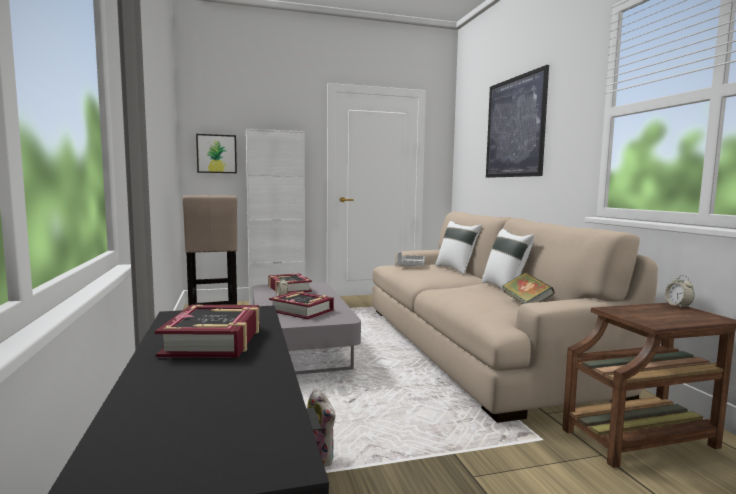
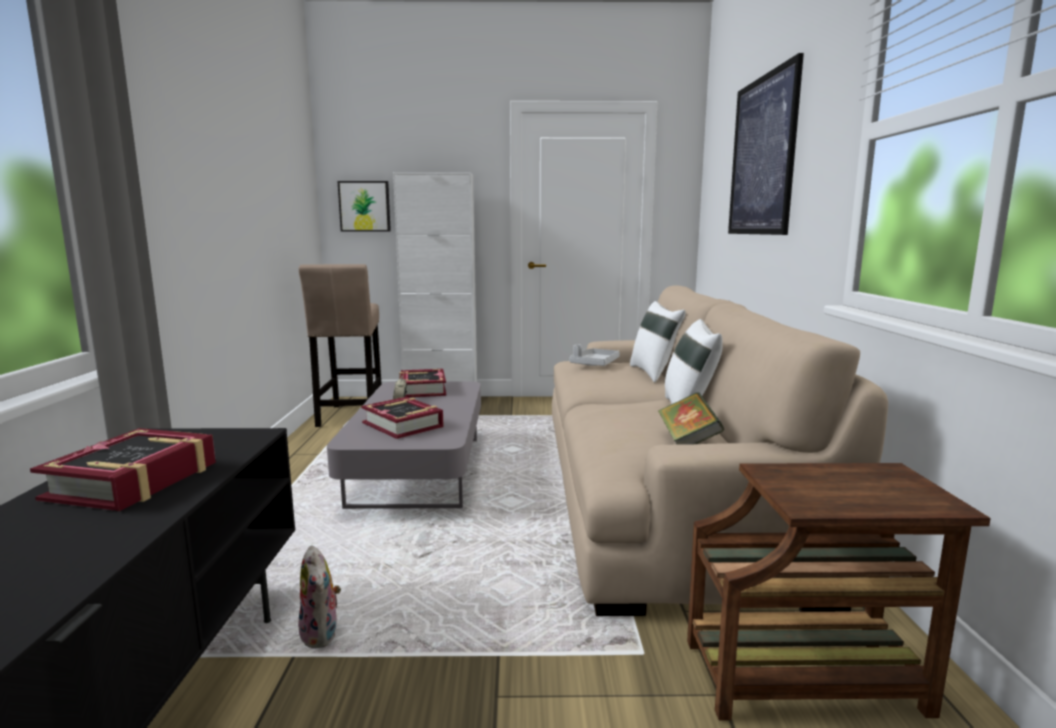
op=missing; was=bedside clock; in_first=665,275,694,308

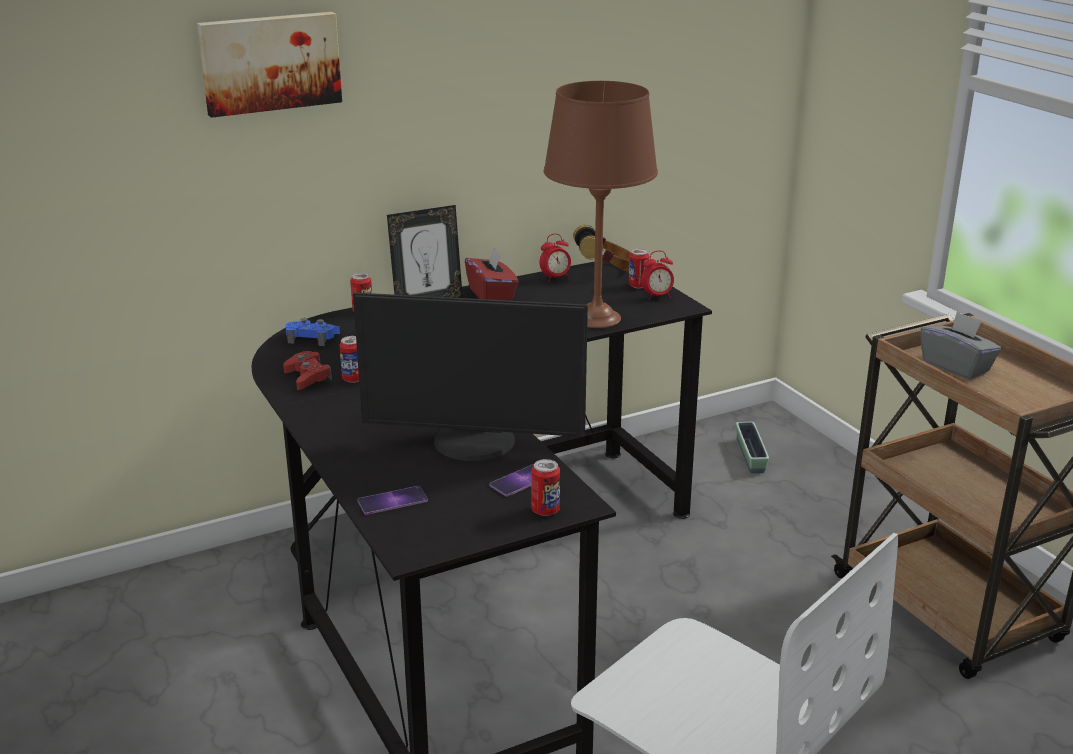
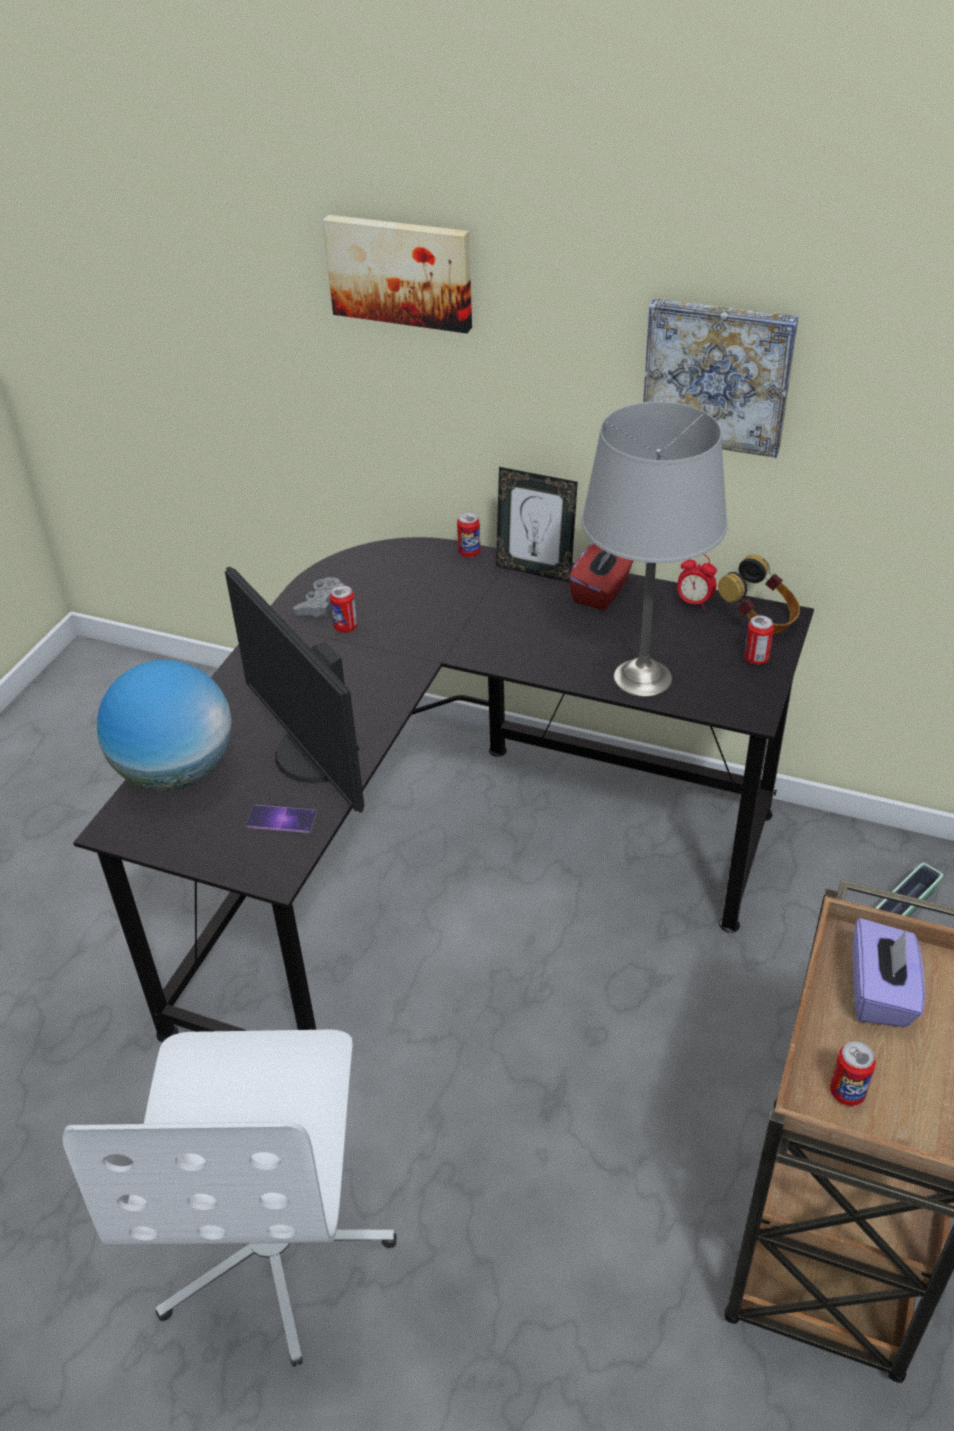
op=exchanged; was=telephone; now=desk globe; in_first=358,486,428,515; in_second=97,660,232,792
op=colour; was=gamepad (red); now=gamepad (grey); in_first=283,351,332,390; in_second=293,577,344,620
op=colour; was=table lamp (brown); now=table lamp (grey); in_first=544,81,658,328; in_second=581,402,728,697
op=appeared; now=wall art; in_second=643,298,798,458
op=relocated; was=sealed can; in_first=532,459,560,516; in_second=830,1042,876,1106
op=colour; was=tissue box (grey); now=tissue box (purple); in_first=920,311,1002,380; in_second=853,918,925,1027
op=missing; was=gamepad (blue); in_first=286,318,340,346
op=missing; was=bedside clock; in_first=641,251,674,300

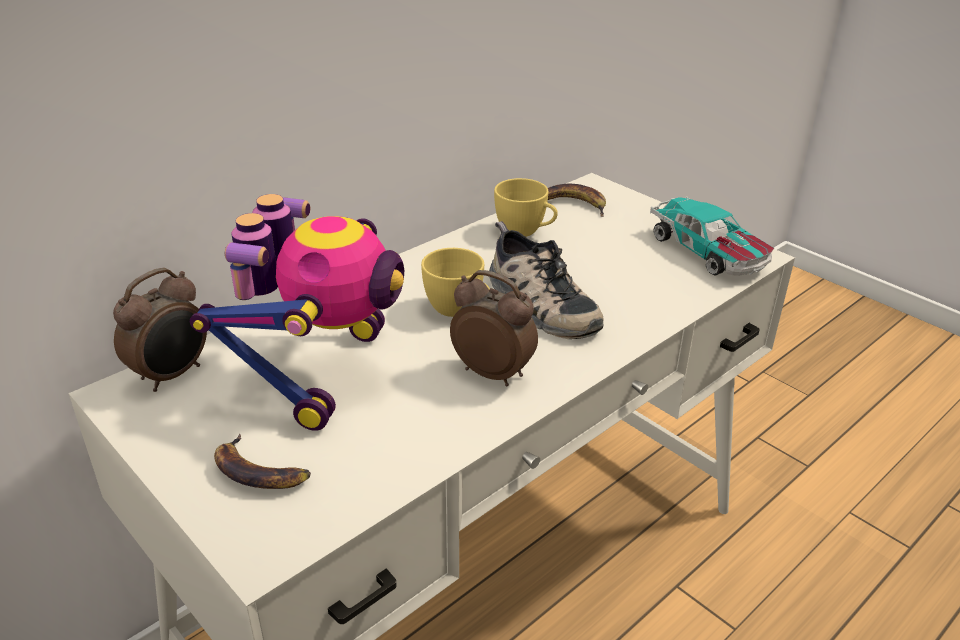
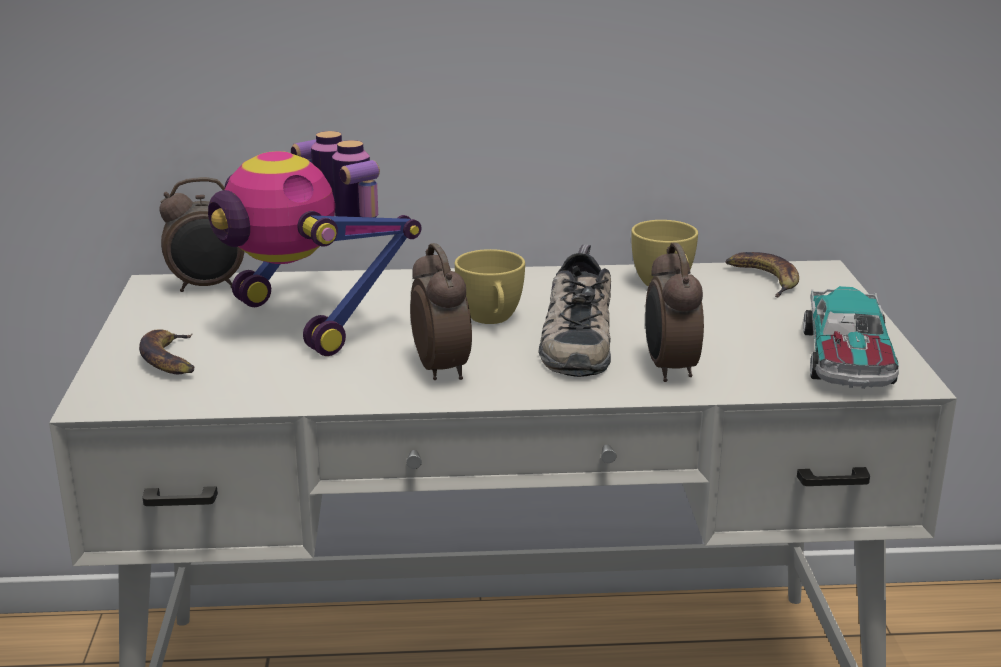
op=spun; was=model robot; in_first=190,194,404,431; in_second=208,131,421,356; clockwise=90
op=appeared; now=bedside clock; in_second=645,243,704,382

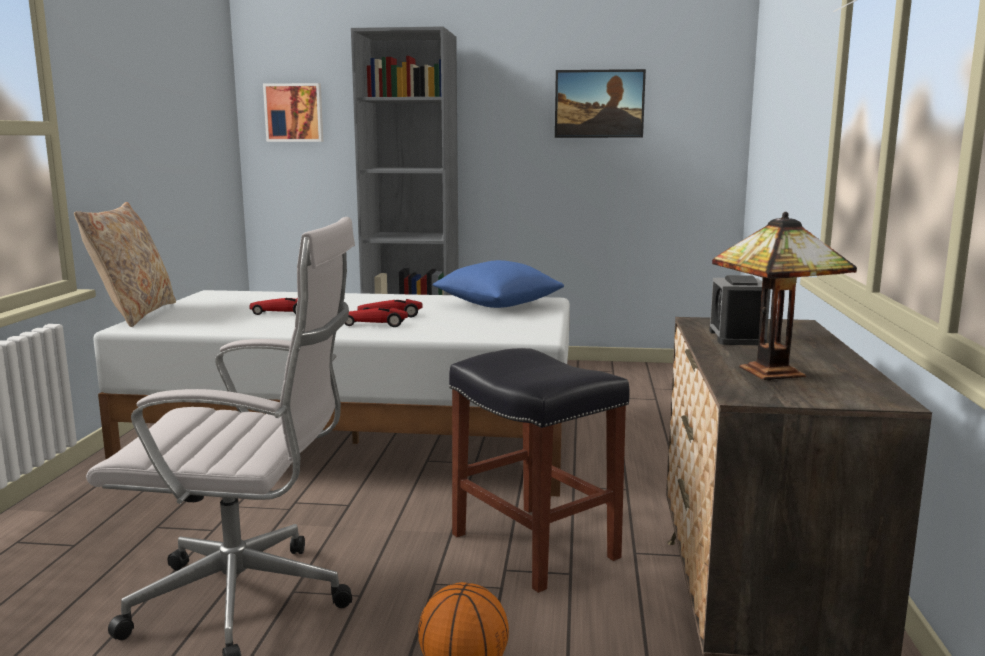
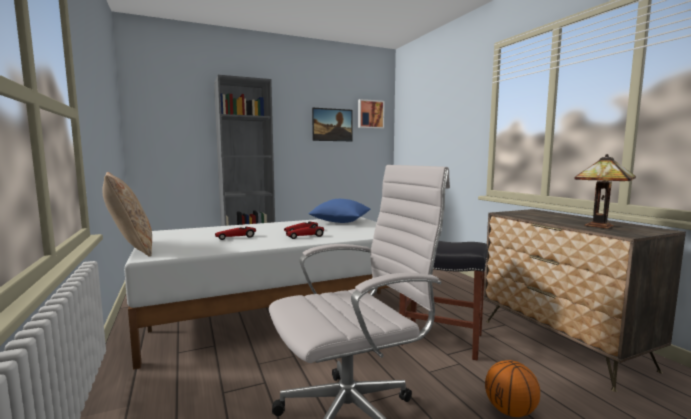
op=relocated; was=wall art; in_first=263,83,323,142; in_second=358,99,385,129
op=missing; was=bedside clock; in_first=709,275,771,345

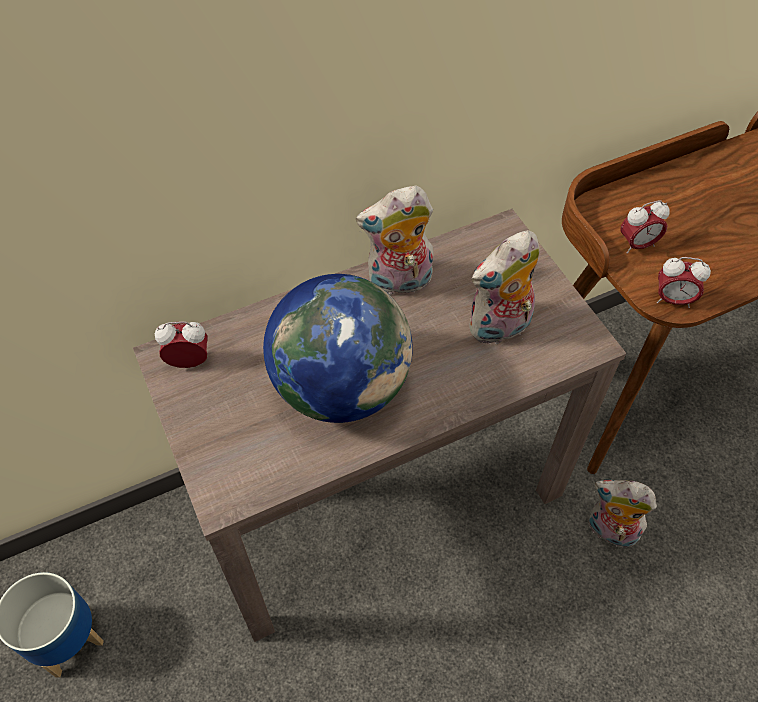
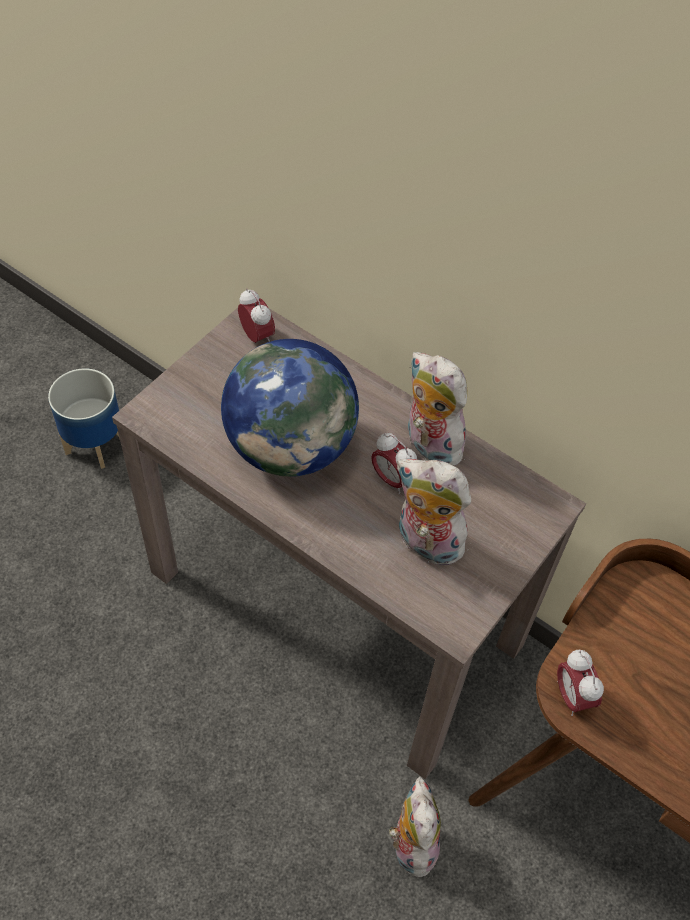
op=relocated; was=bedside clock; in_first=620,200,670,254; in_second=371,433,417,494

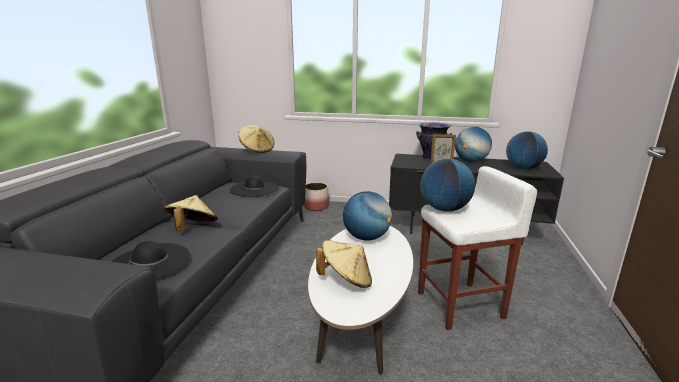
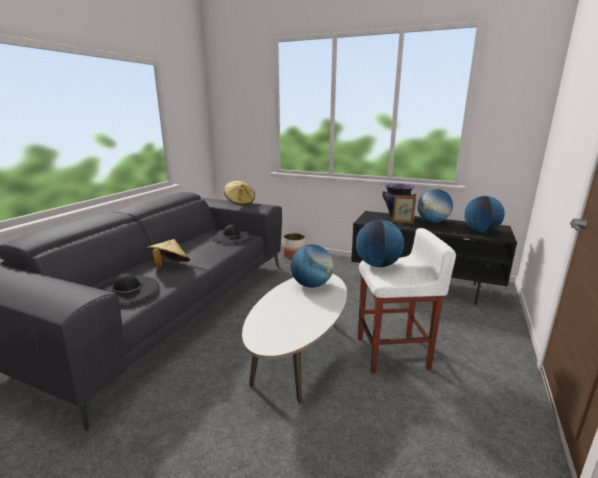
op=missing; was=wearable hat (beige-coloured); in_first=316,240,372,288

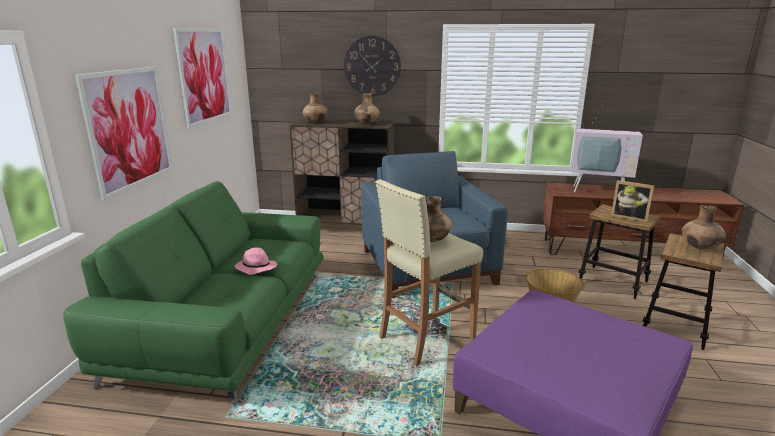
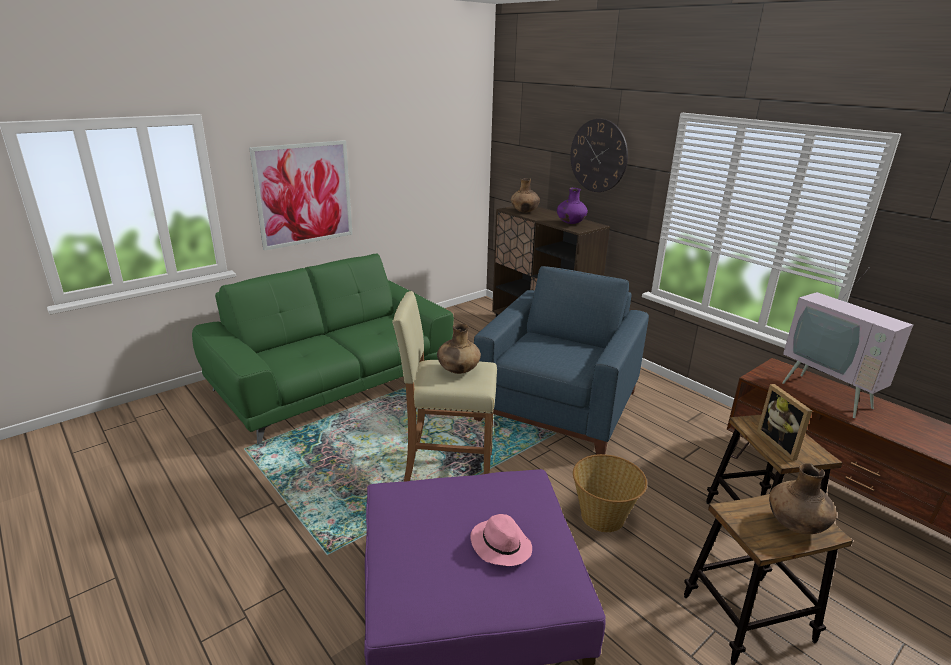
op=relocated; was=wearable hat (pinkish); in_first=235,248,278,275; in_second=470,514,532,566
op=colour; was=decorative vase (brown); now=decorative vase (purple); in_first=354,93,380,124; in_second=557,188,588,224
op=missing; was=wall art; in_first=173,28,232,128

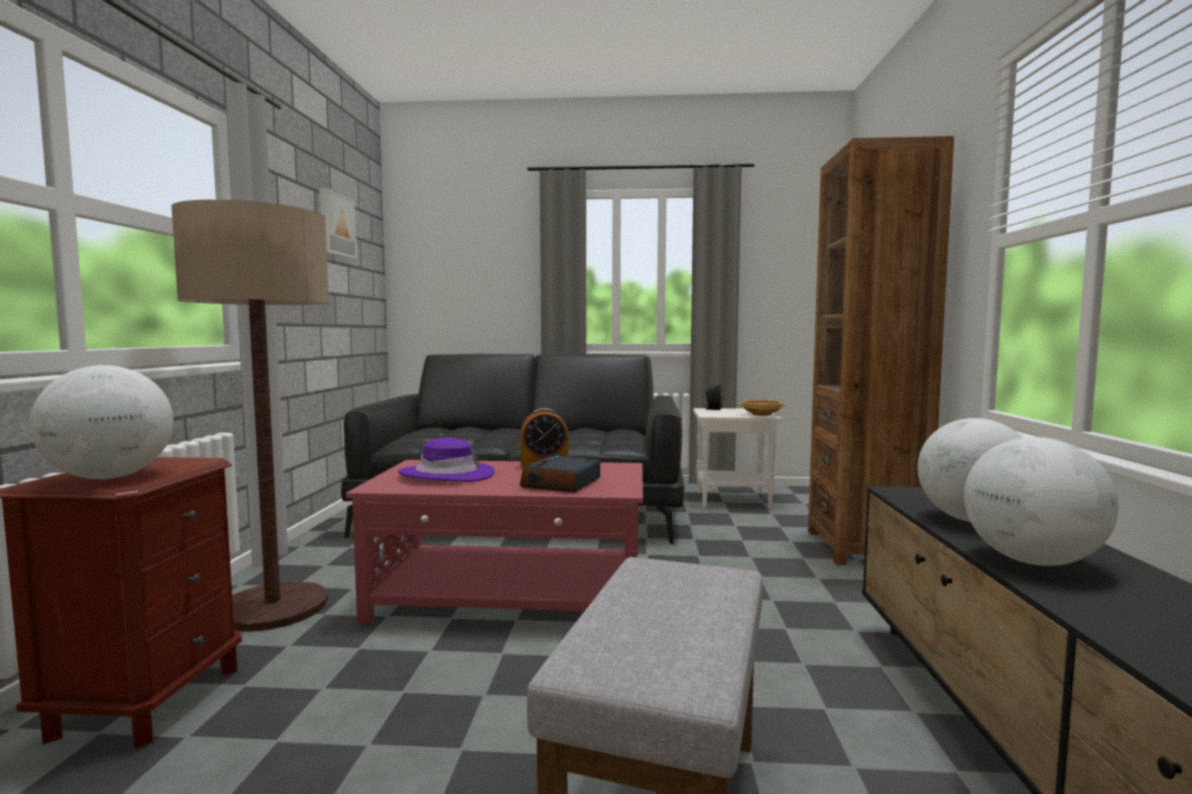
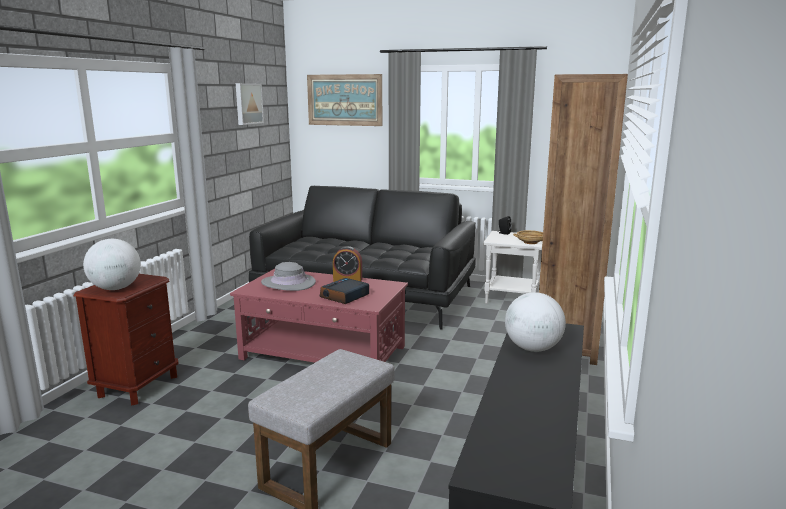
op=colour; was=wearable hat (purple); now=wearable hat (grey); in_first=398,438,494,482; in_second=261,262,316,291
op=appeared; now=wall art; in_second=307,74,382,126
op=missing; was=floor lamp; in_first=171,200,329,632
op=missing; was=desk globe; in_first=964,437,1119,566

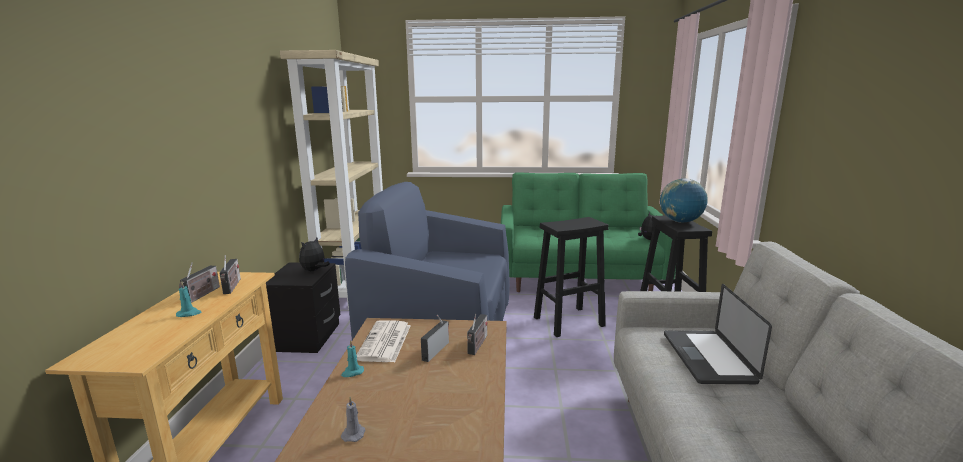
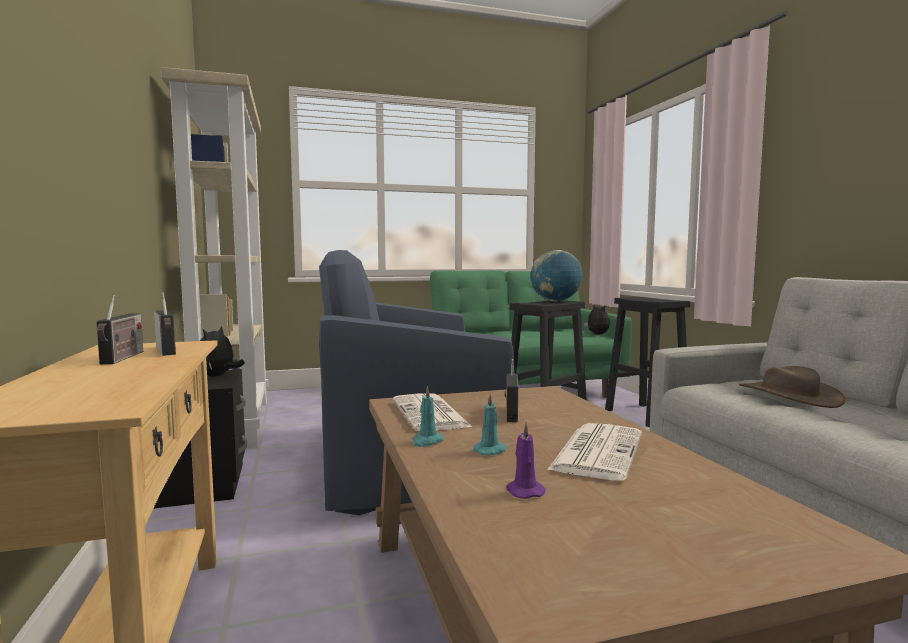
op=relocated; was=candle (blue-green); in_first=176,281,202,317; in_second=473,393,507,455
op=colour; was=candle (grey); now=candle (purple); in_first=341,397,365,442; in_second=506,422,546,499
op=relocated; was=desk globe; in_first=660,178,708,222; in_second=531,250,582,301
op=appeared; now=newspaper; in_second=547,423,642,481
op=exchanged; was=portable computer; now=wearable hat (brown); in_first=664,284,772,384; in_second=739,366,846,408
op=missing; was=radio set; in_first=467,314,487,355

